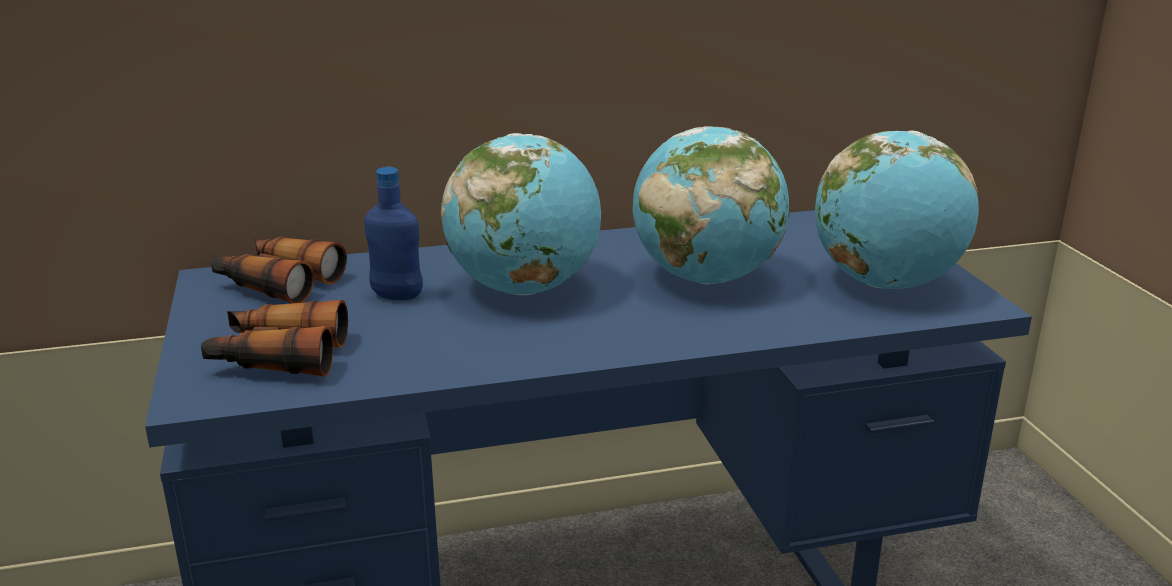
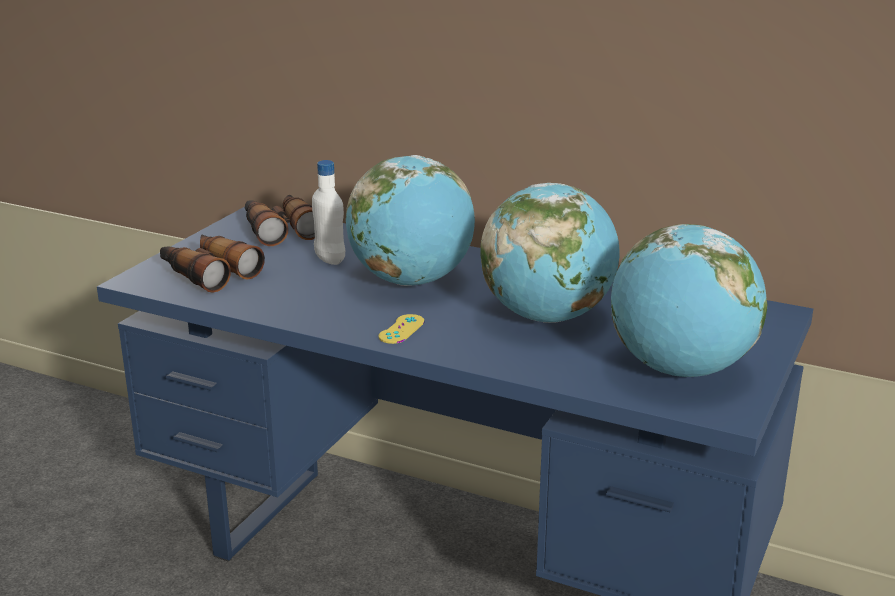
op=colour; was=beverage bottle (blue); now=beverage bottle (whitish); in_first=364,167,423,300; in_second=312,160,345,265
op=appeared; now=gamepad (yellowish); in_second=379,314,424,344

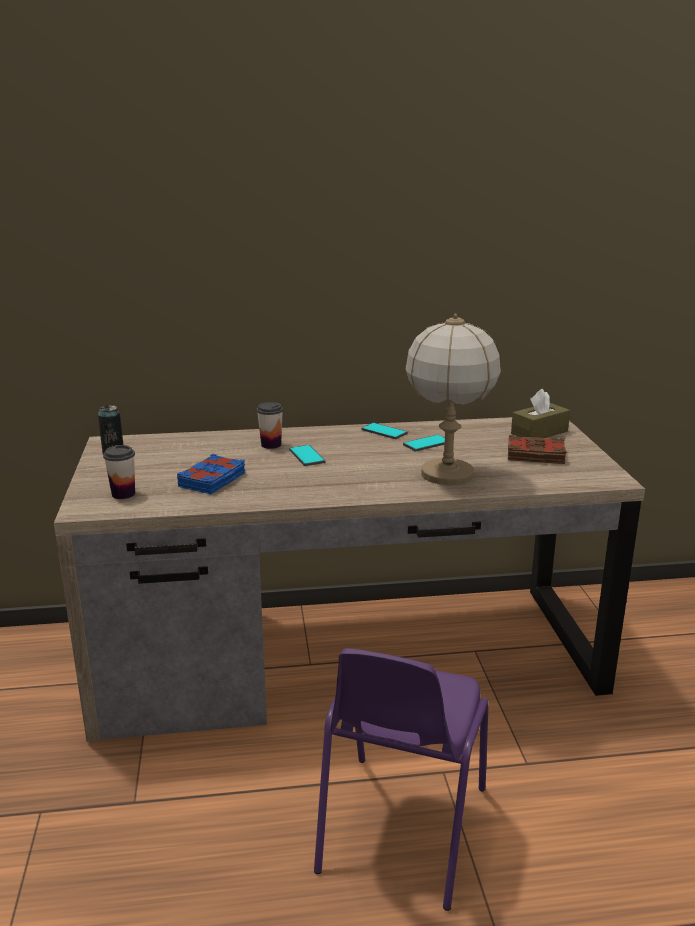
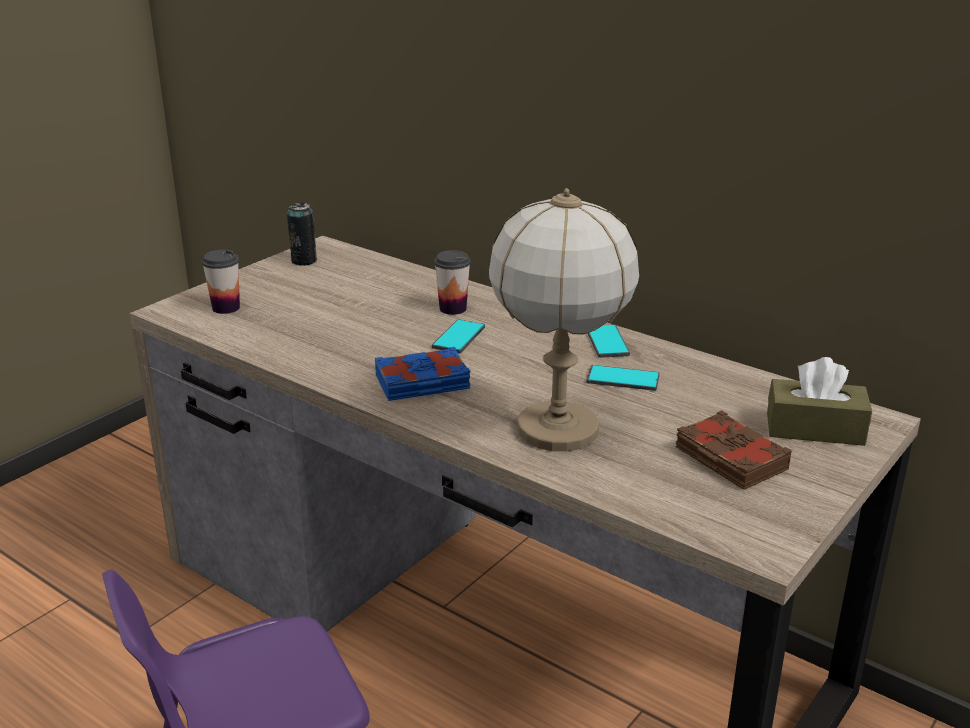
op=relocated; was=book (blue); in_first=177,454,245,494; in_second=375,347,470,401

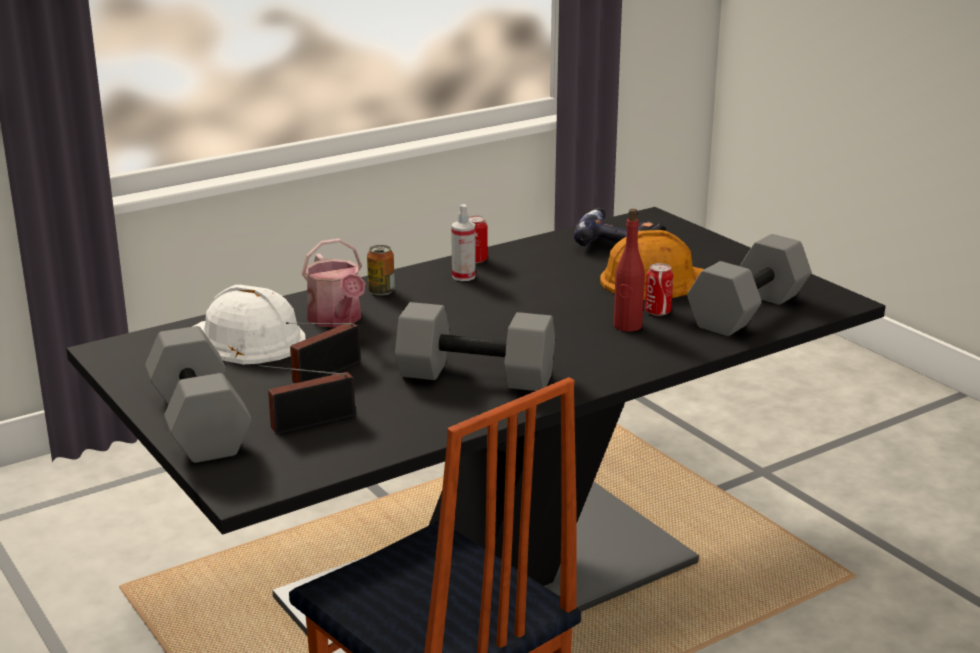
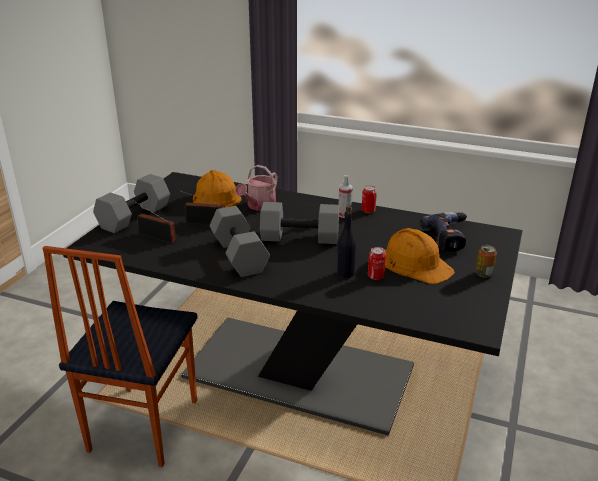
op=colour; was=hard hat (whitish); now=hard hat (orange); in_first=192,285,306,364; in_second=193,170,241,207
op=relocated; was=dumbbell (grey); in_first=687,234,811,336; in_second=260,202,339,244
op=colour; was=beverage bottle (red); now=beverage bottle (black); in_first=613,209,645,332; in_second=337,206,356,278
op=relocated; was=sealed can; in_first=367,245,395,296; in_second=476,245,497,278

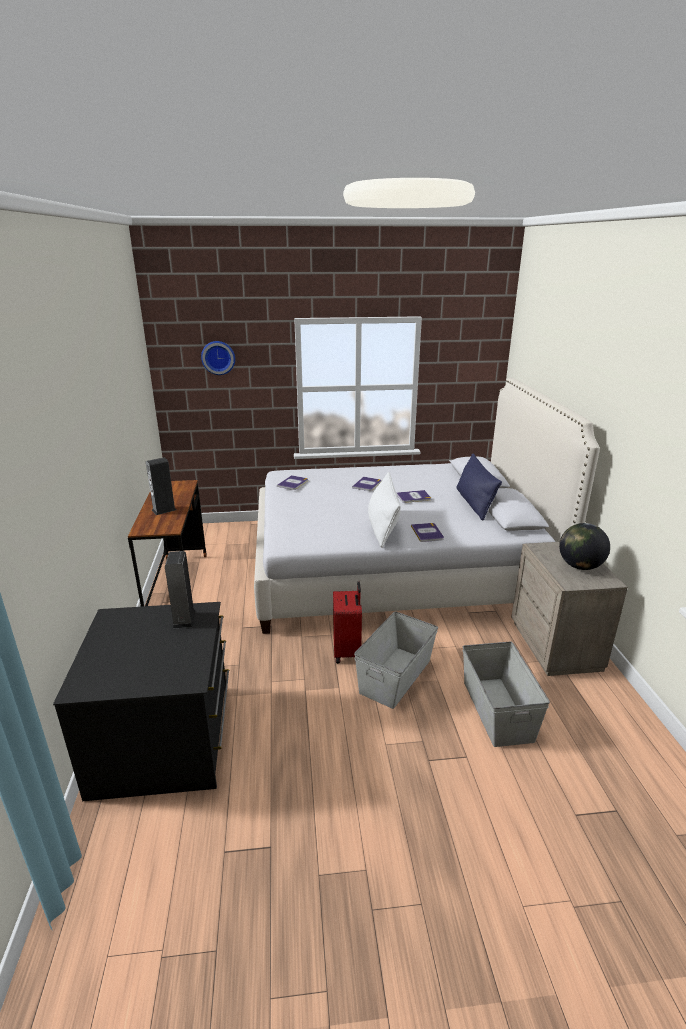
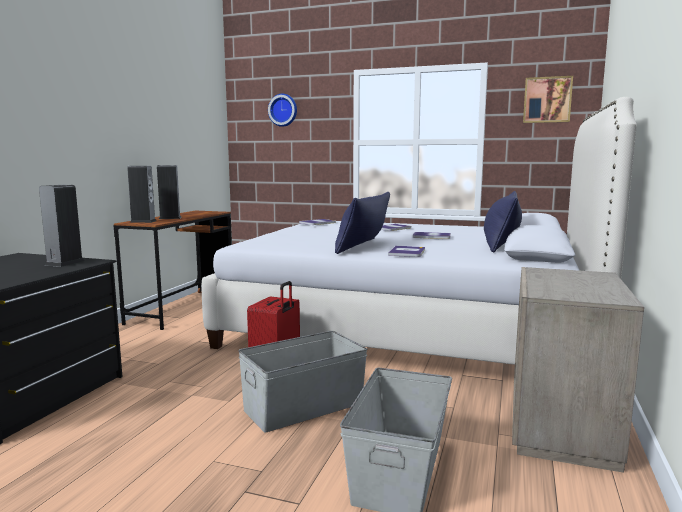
op=appeared; now=speaker; in_second=127,166,157,223
op=colour; was=throw pillow (whitish); now=throw pillow (blue); in_first=368,472,401,548; in_second=335,192,390,254
op=appeared; now=wall art; in_second=523,76,573,123
op=missing; was=desk globe; in_first=559,523,610,570

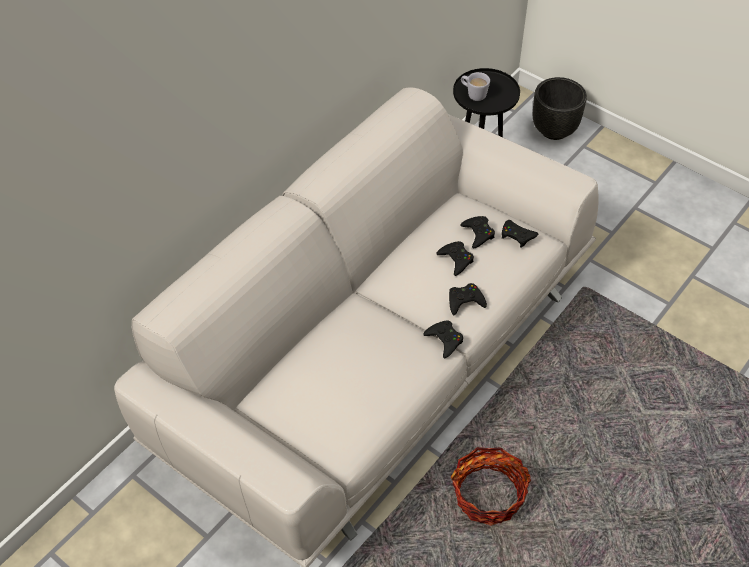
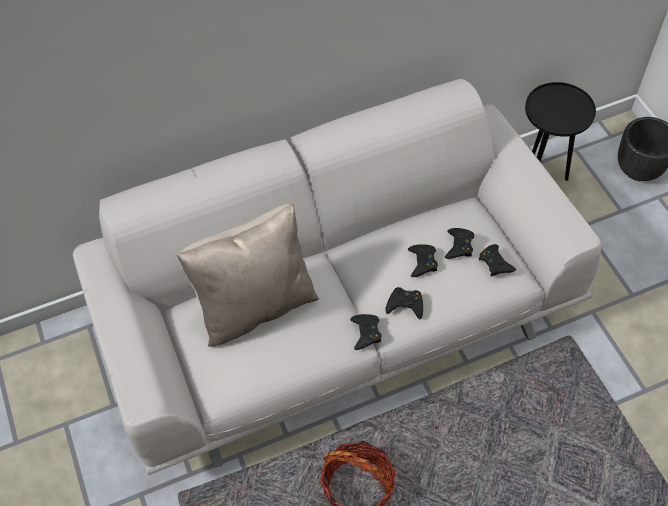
op=appeared; now=throw pillow (beige-coloured); in_second=176,204,319,347
op=missing; was=mug (whitish); in_first=461,72,490,101

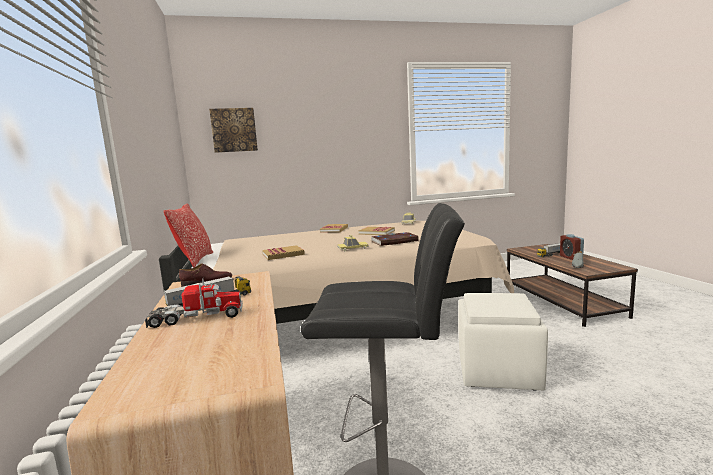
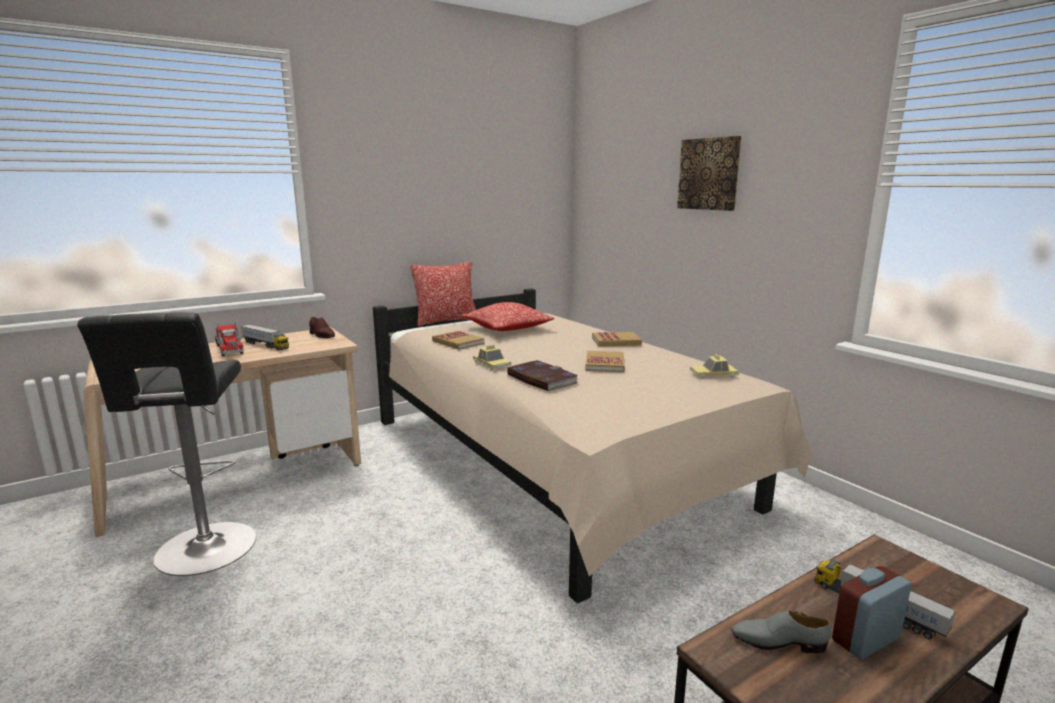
op=appeared; now=throw pillow; in_second=462,302,555,331
op=relocated; was=wall art; in_first=209,108,258,153; in_second=677,136,742,211
op=missing; was=footrest (whitish); in_first=459,293,548,390

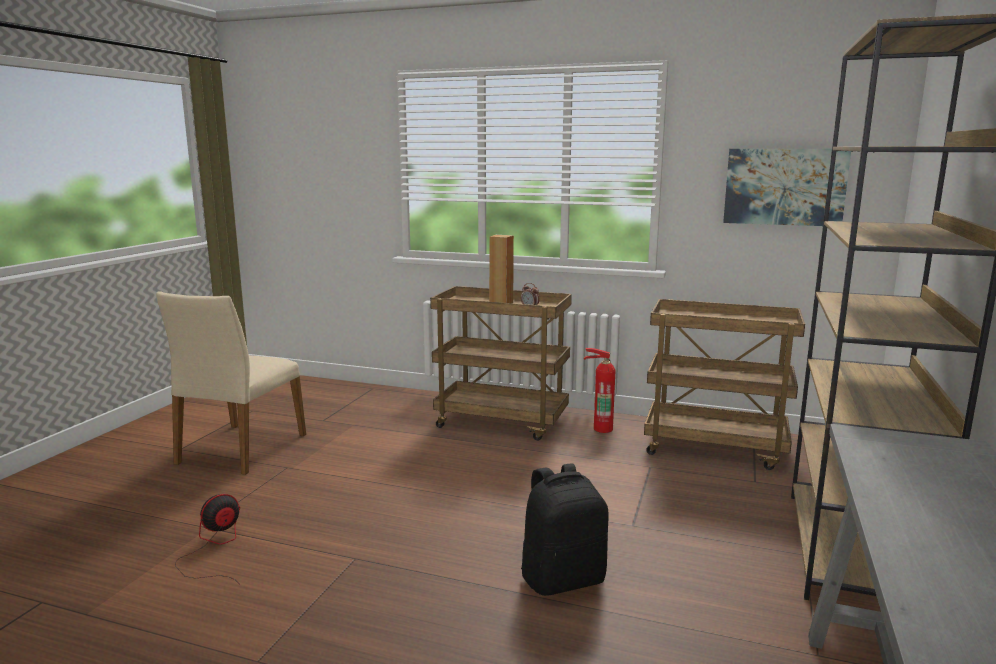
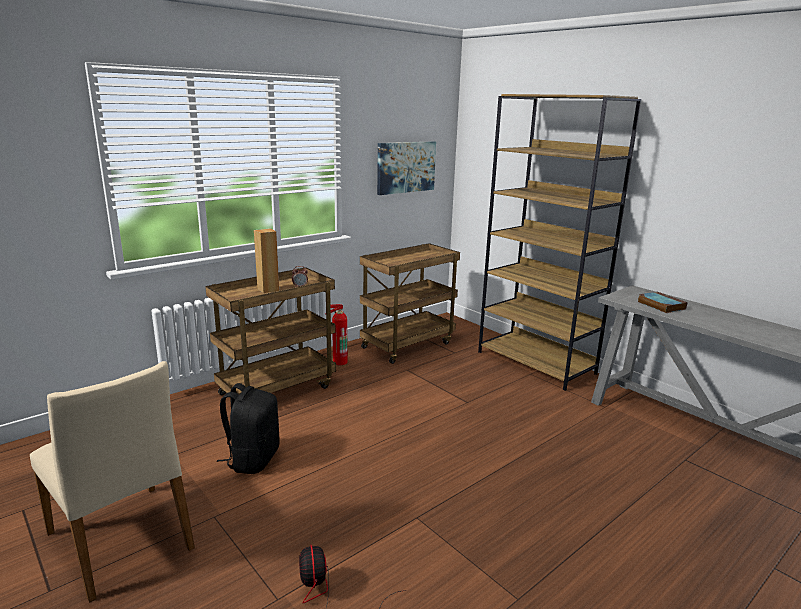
op=relocated; was=backpack (black); in_first=521,463,609,596; in_second=217,383,280,474
op=appeared; now=book; in_second=638,292,687,313

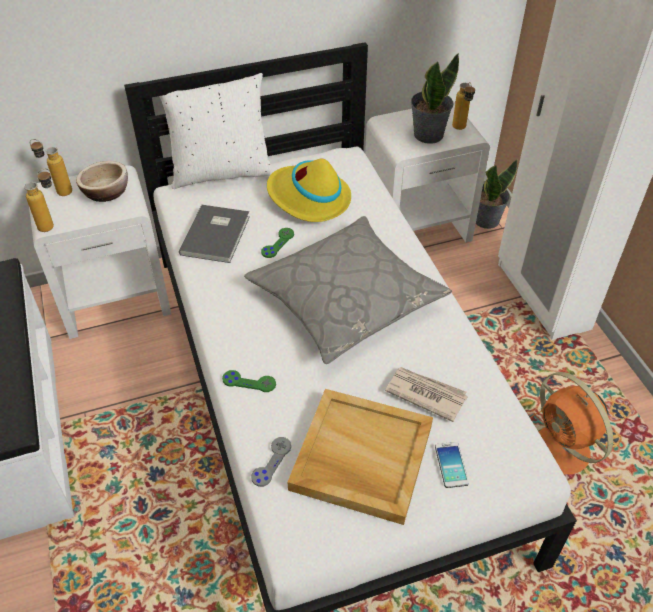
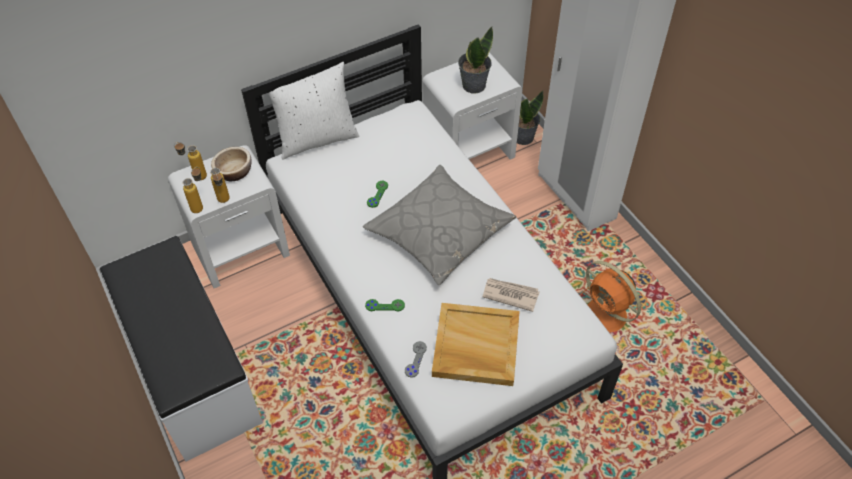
op=relocated; was=beverage bottle; in_first=452,82,475,130; in_second=210,168,230,203
op=missing; was=book (grey); in_first=179,205,250,263
op=missing; was=wearable hat (yellowish); in_first=267,159,351,222
op=missing; was=telephone; in_first=435,442,469,488

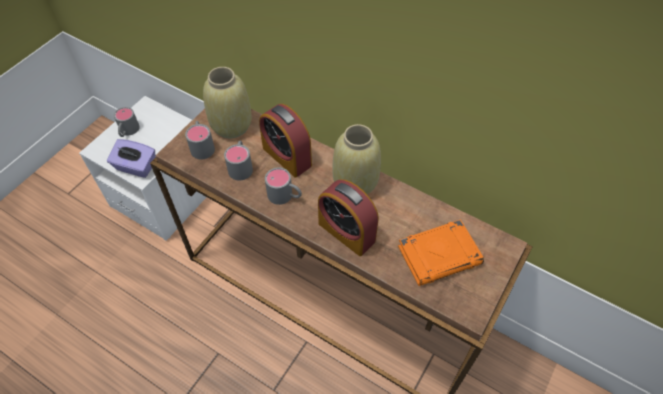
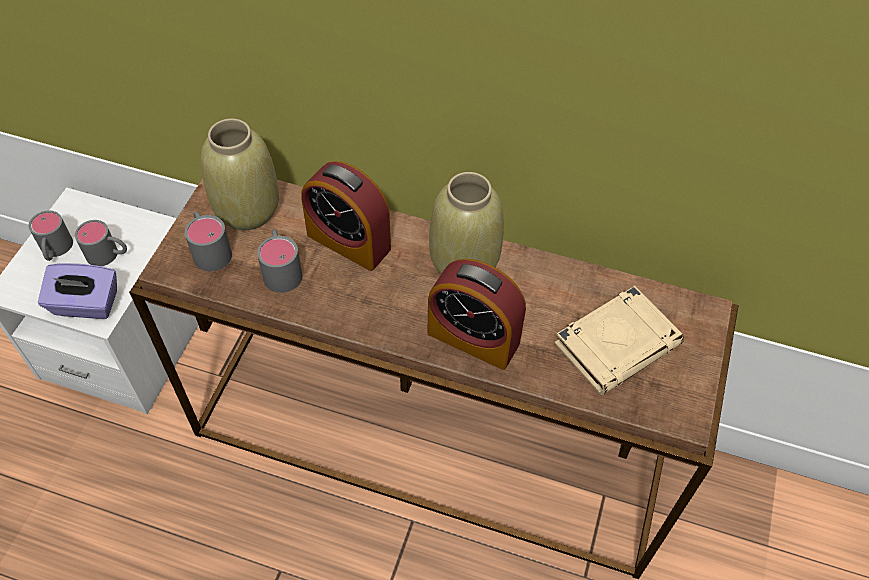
op=relocated; was=mug (grey); in_first=265,167,302,205; in_second=75,220,127,266
op=colour; was=book (orange); now=book (beige-coloured); in_first=398,219,484,286; in_second=554,286,684,395

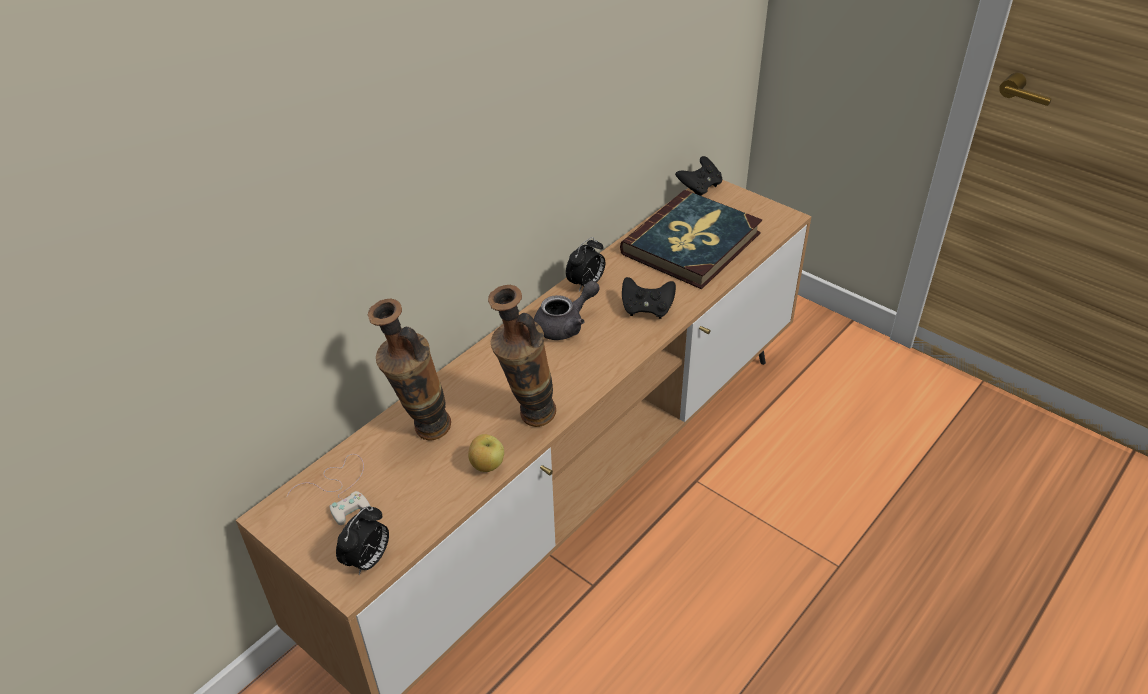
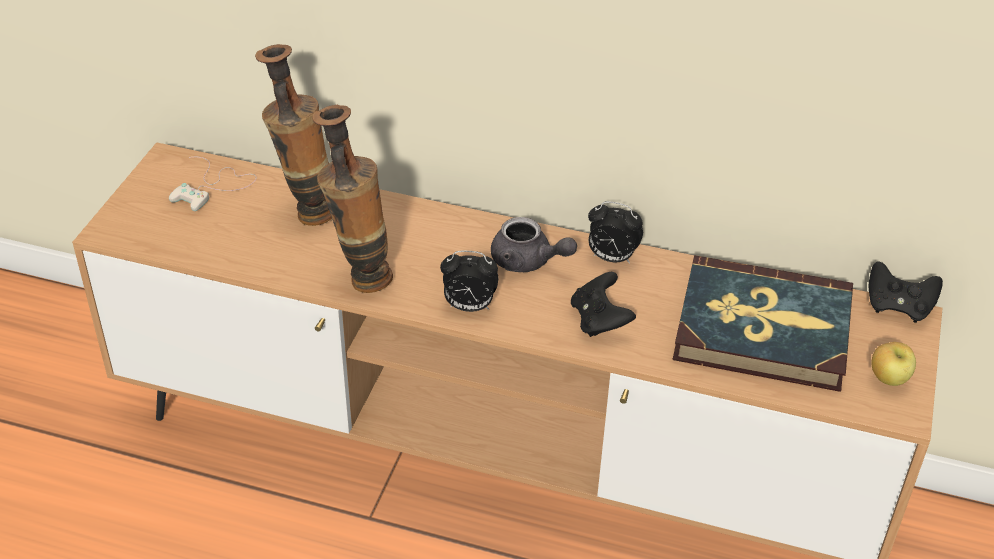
op=relocated; was=bedside clock; in_first=336,507,389,575; in_second=440,251,498,312
op=relocated; was=apple fruit; in_first=468,434,504,472; in_second=871,342,916,386

